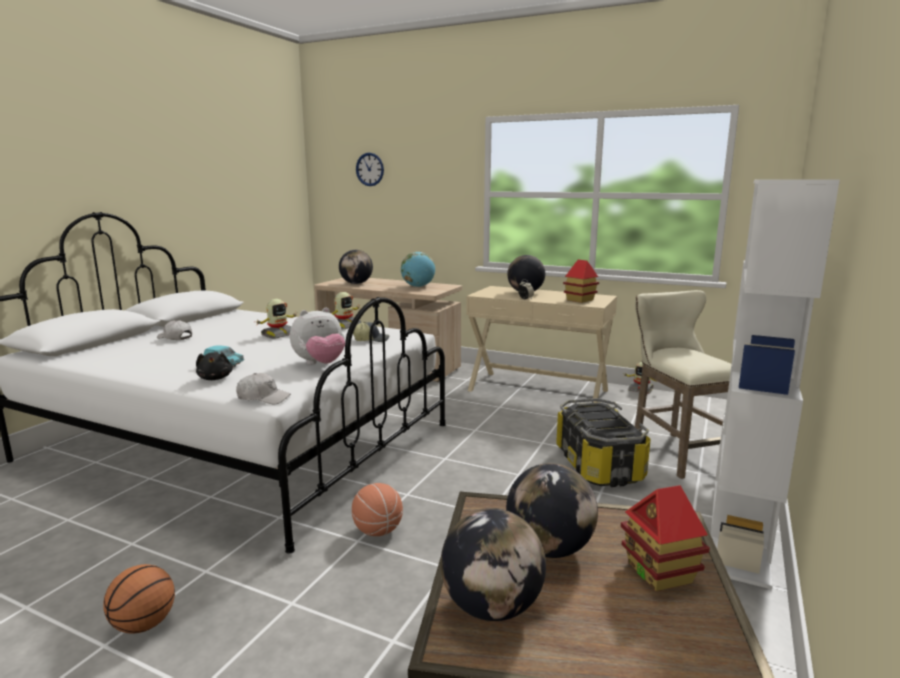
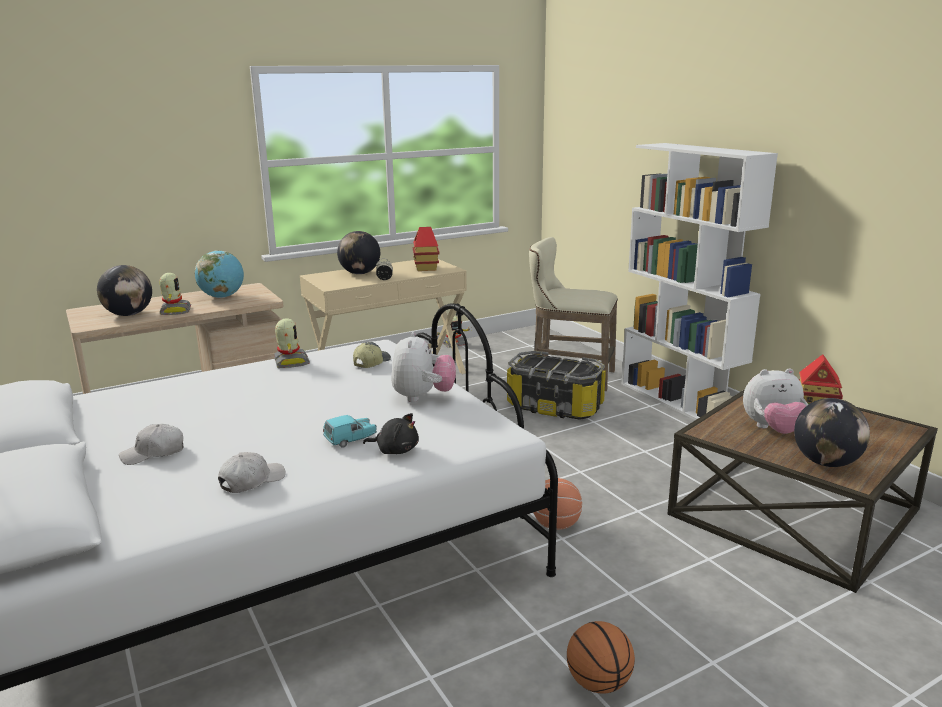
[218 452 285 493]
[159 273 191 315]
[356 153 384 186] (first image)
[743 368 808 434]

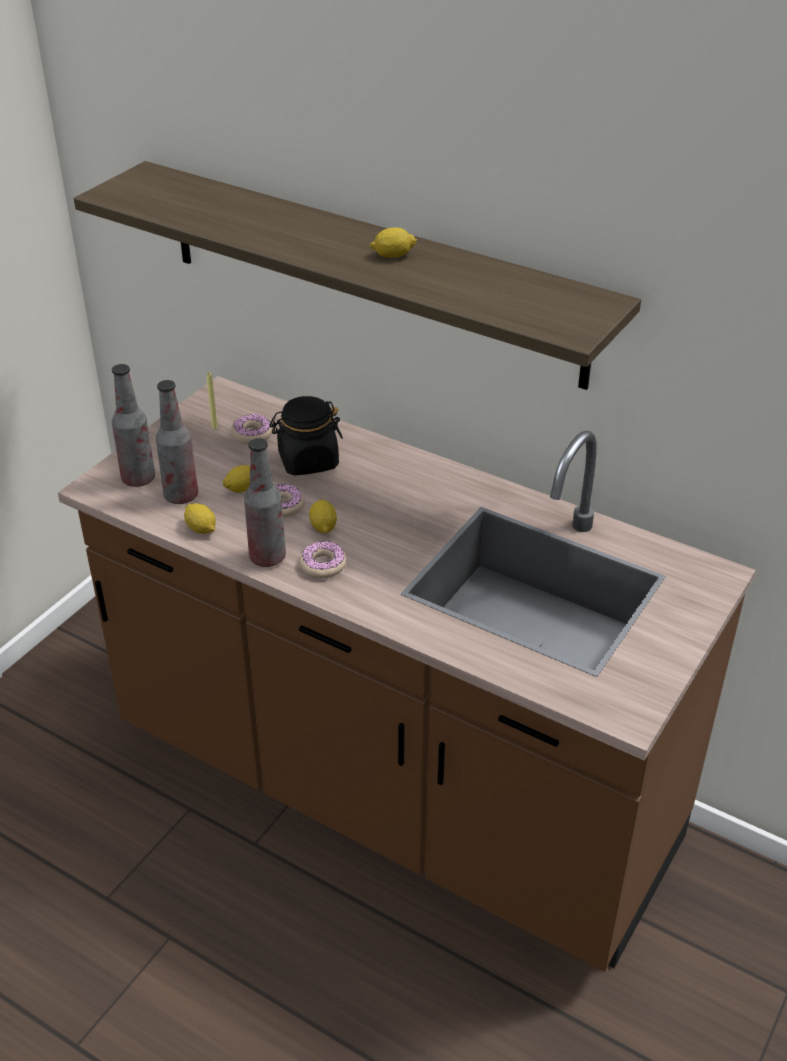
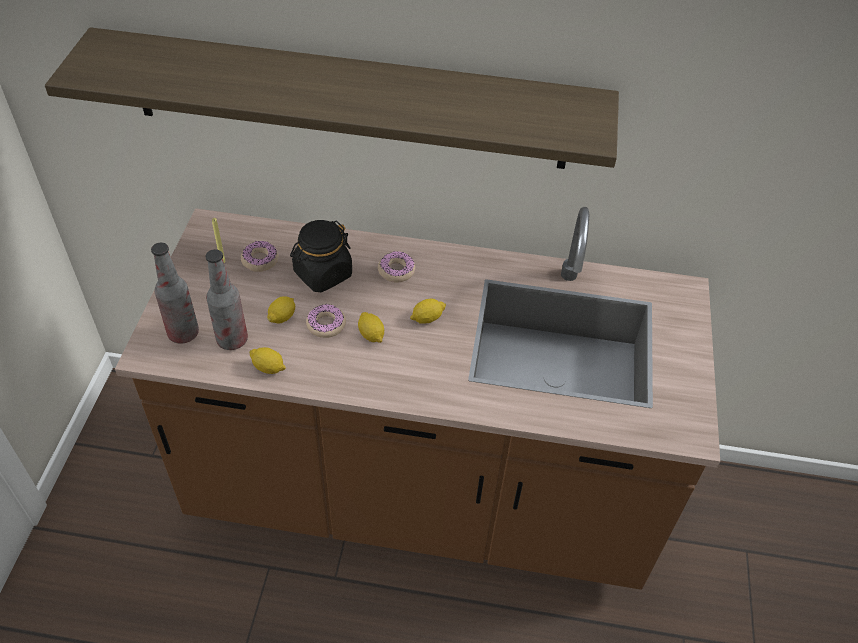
[244 438 286 567] (first image)
[378 251 415 283]
[410 298 446 324]

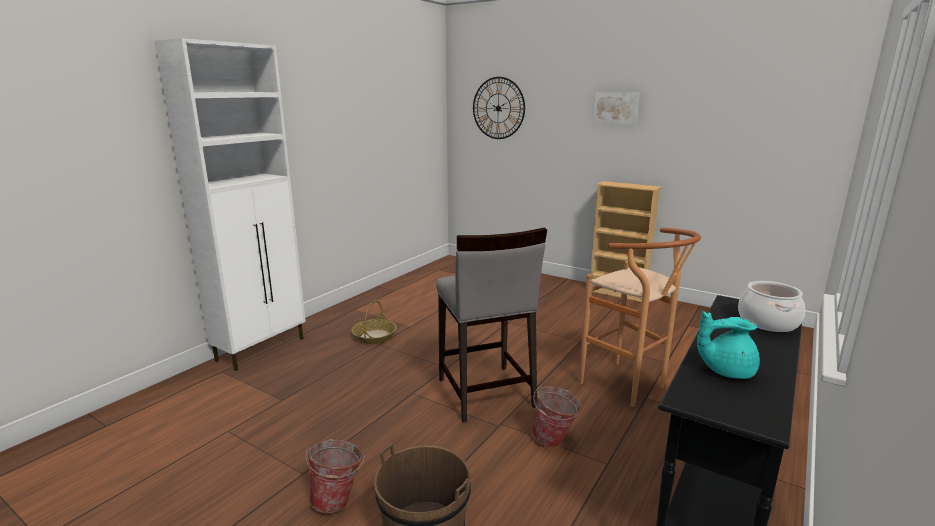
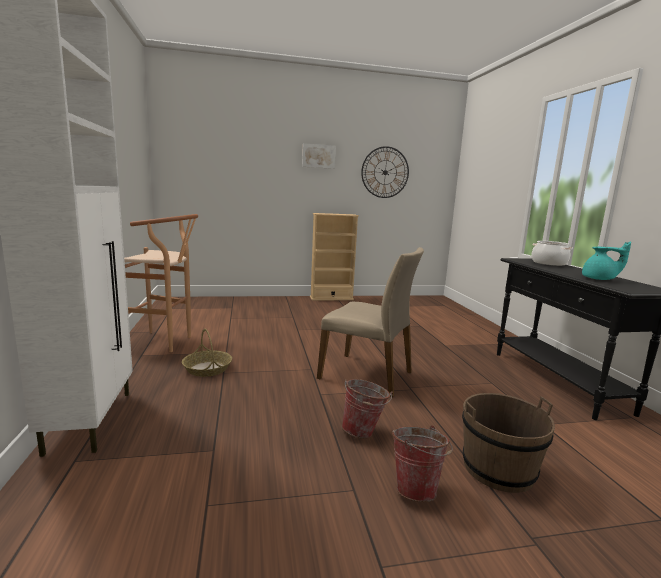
[317 247 424 397]
[361 146 409 198]
[341 379 392 439]
[124 214 198 352]
[582 242 631 280]

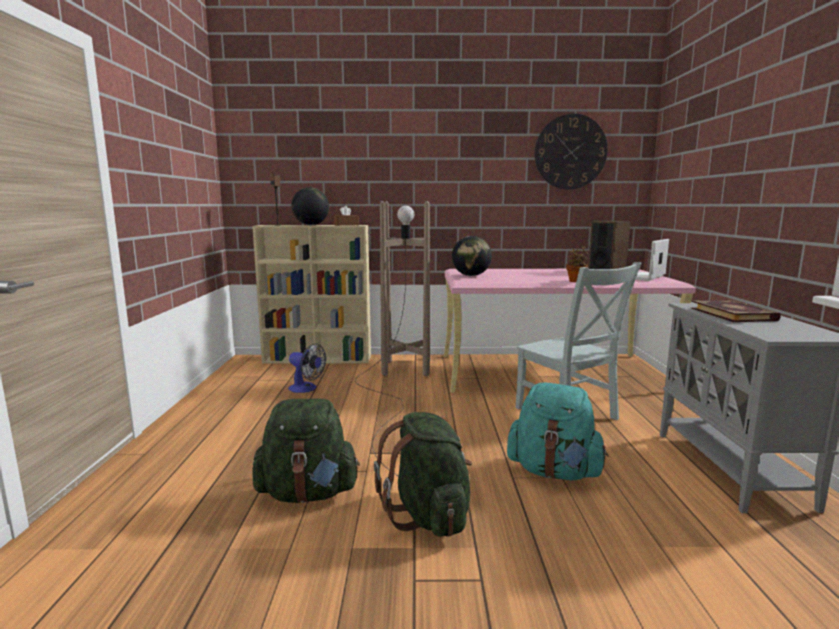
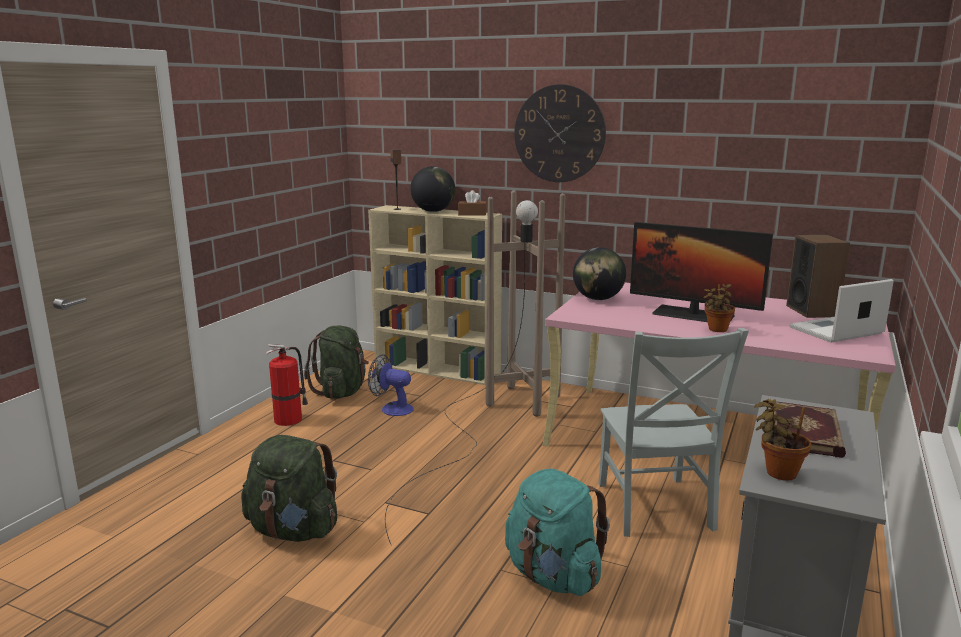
[368 354 414 416]
[304 326 369 399]
[514 84 606 182]
[266 344 308 426]
[630 222 773 322]
[754 399 811 481]

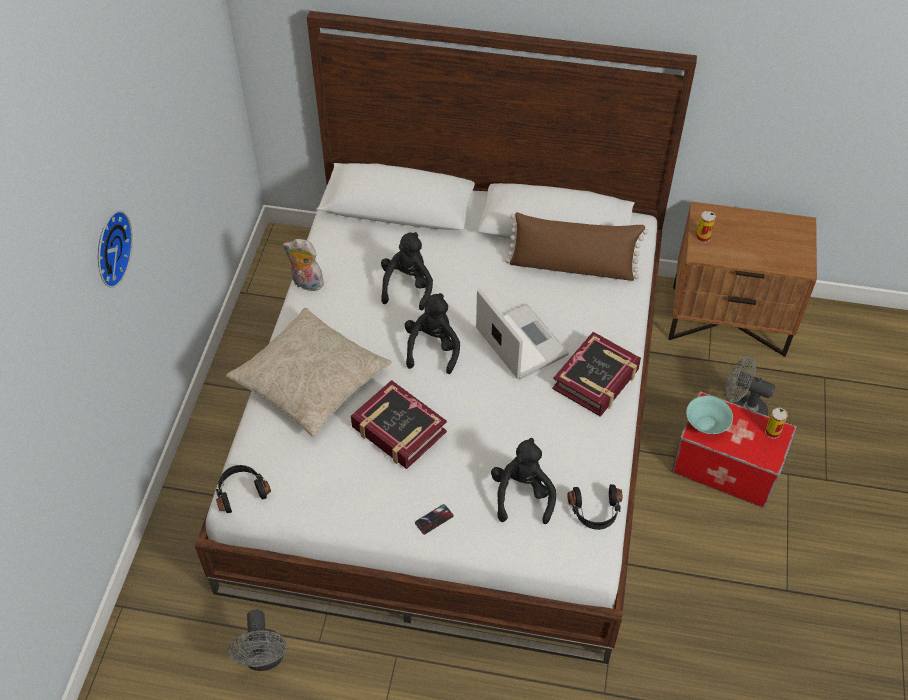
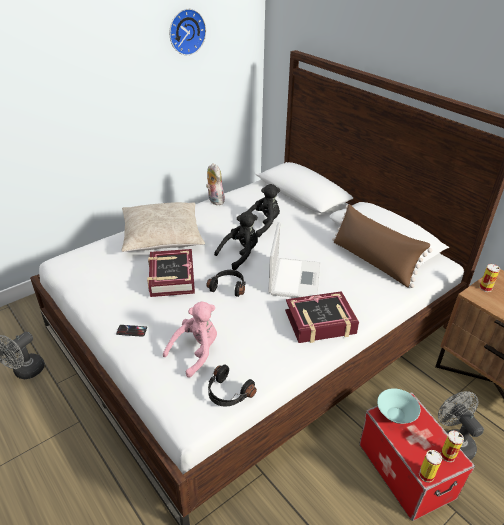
[170 9 206 55]
[207 270 245 297]
[163 301 217 378]
[419 450 442 482]

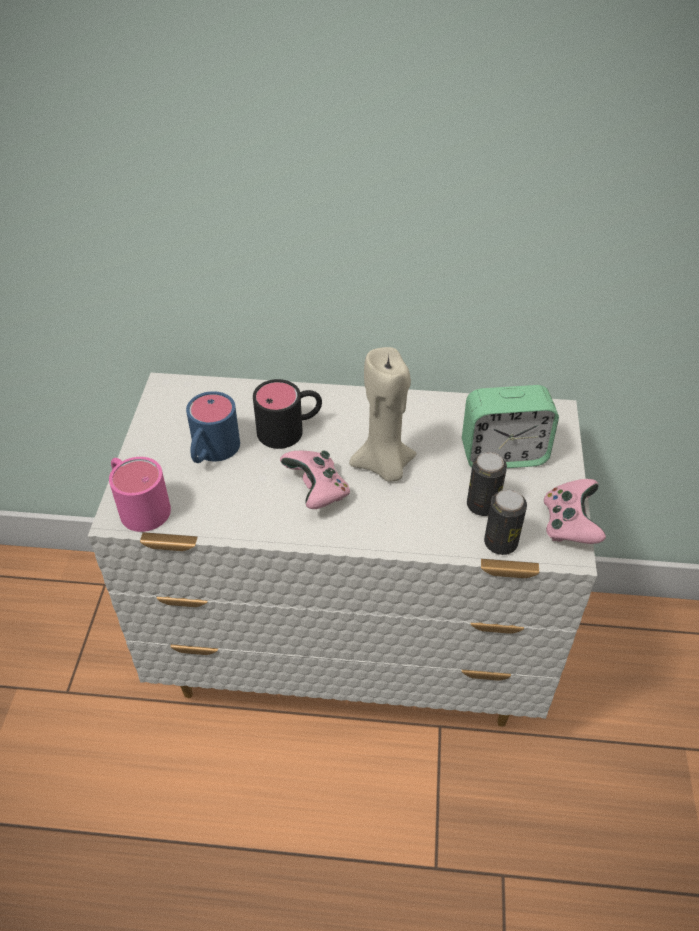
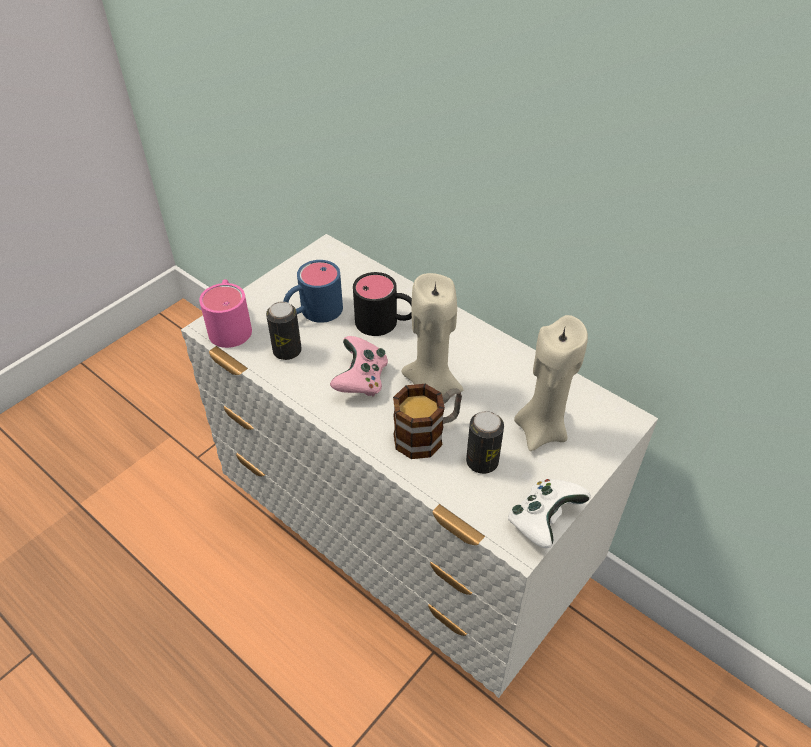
[514 315 588 451]
[266 302 302 360]
[508 479 591 548]
[393 384 462 459]

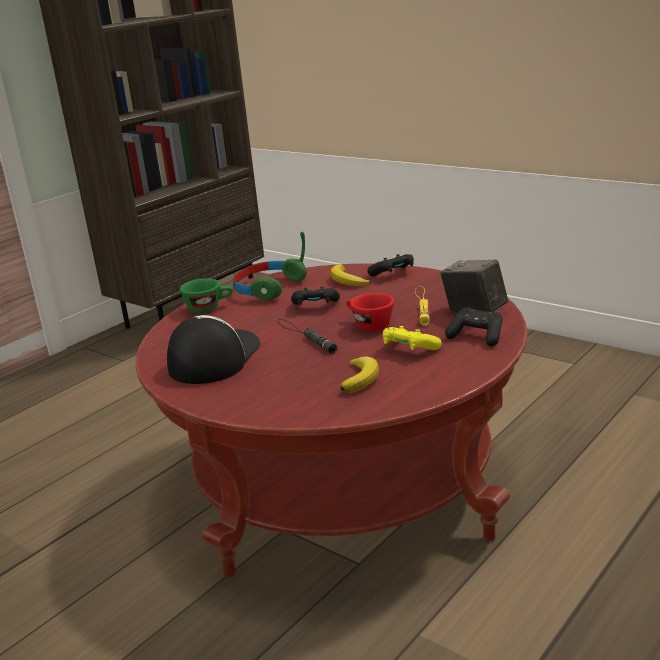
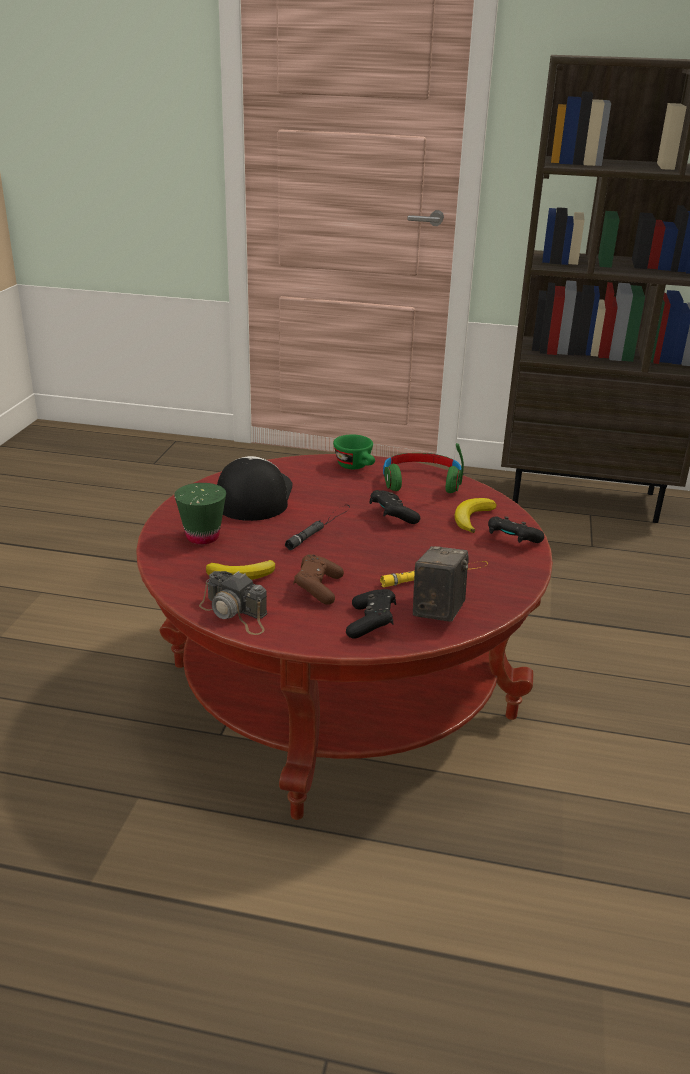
[217 456 292 521]
[346 293 394 331] (first image)
[293 554 344 605]
[174 483 226 545]
[199 571 267 635]

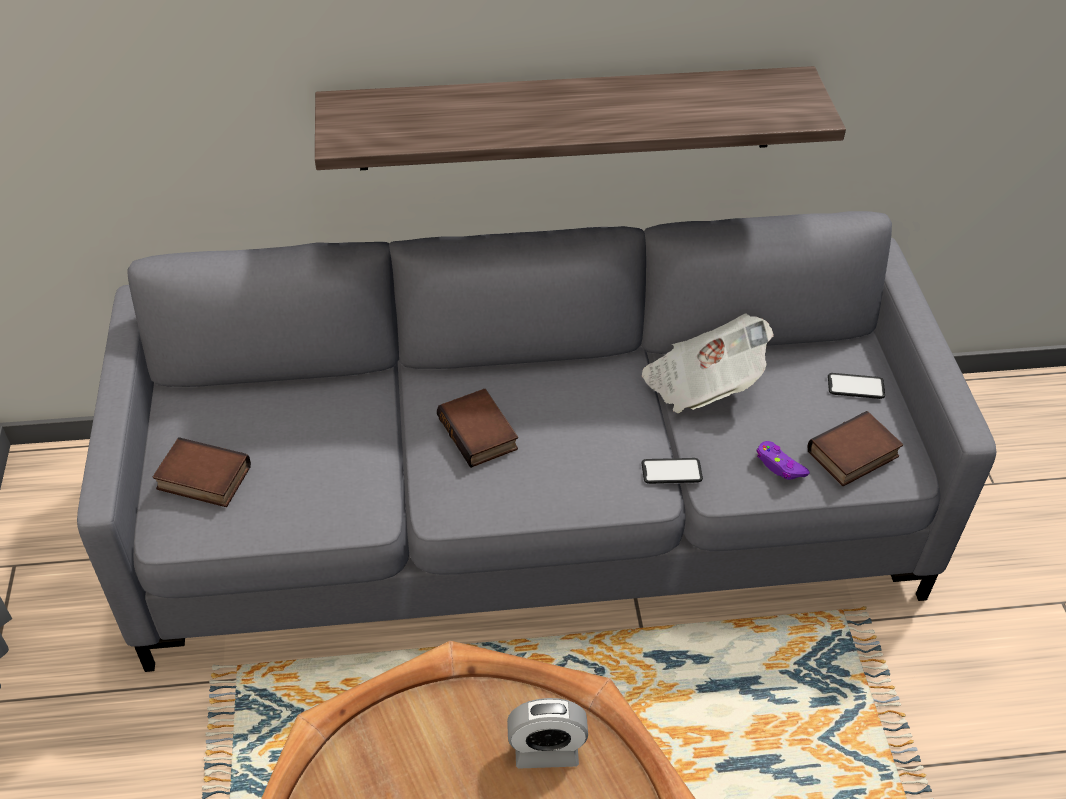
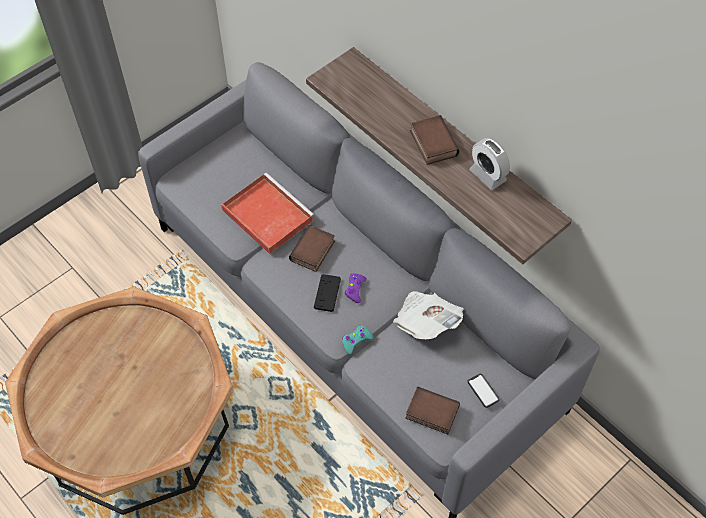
[410 115 459 165]
[470 138 510 190]
[342 325 373 354]
[345 274 367 303]
[221 173 315 254]
[314 274 341 312]

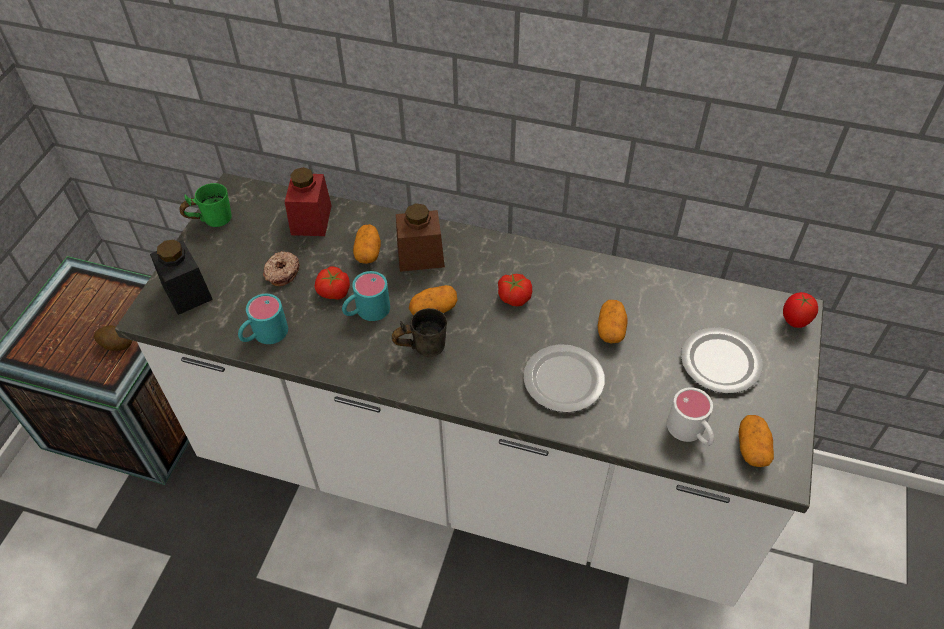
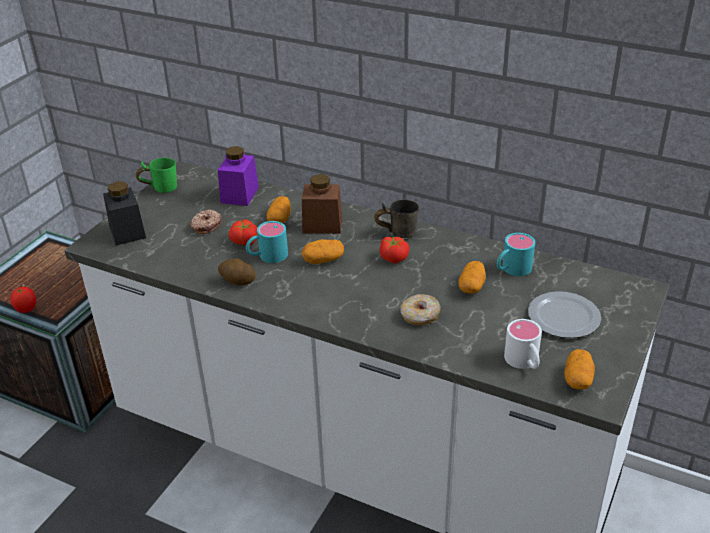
[218 258 255 285]
[497 233 535 276]
[218 146 259 206]
[374 200 419 238]
[400 294 441 325]
[10 287 36 313]

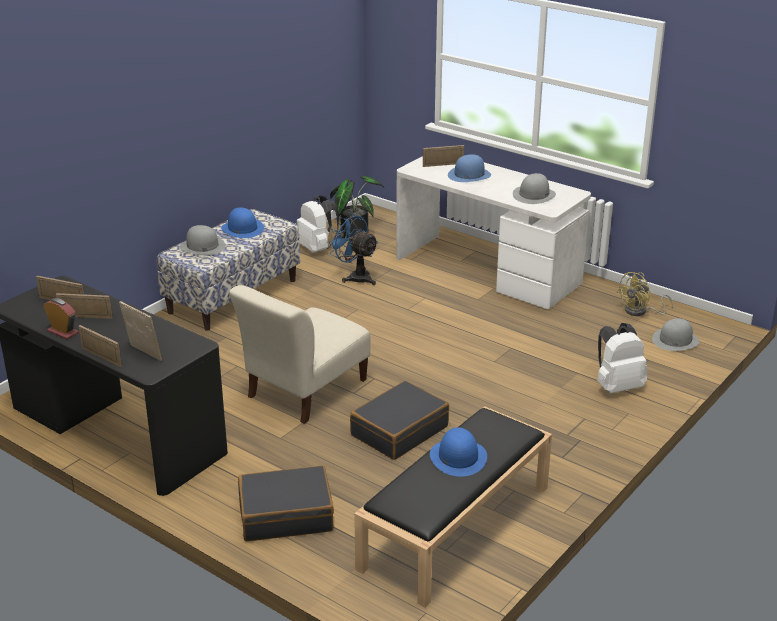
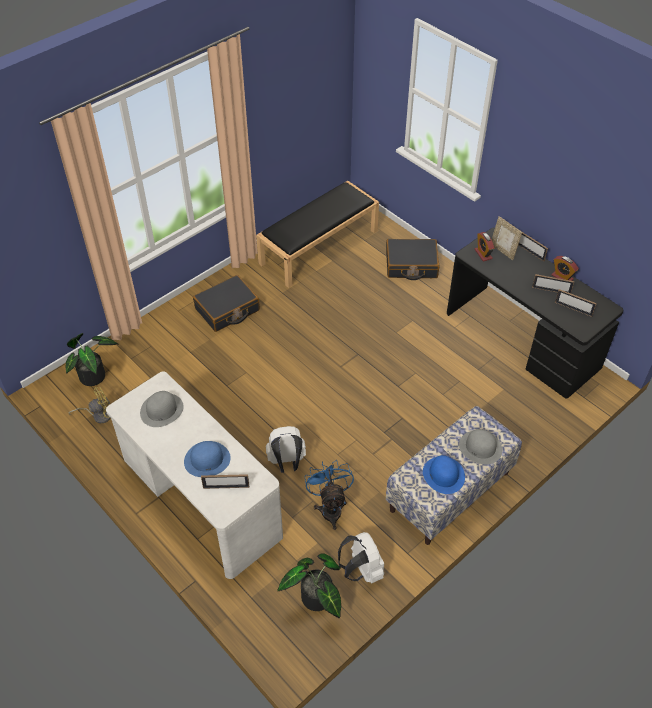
[229 285 371 424] (first image)
[305 461 354 530]
[193 275 260 332]
[430 427 487 476] (first image)
[266 426 306 473]
[65 333 119 386]
[475 232 494 262]

